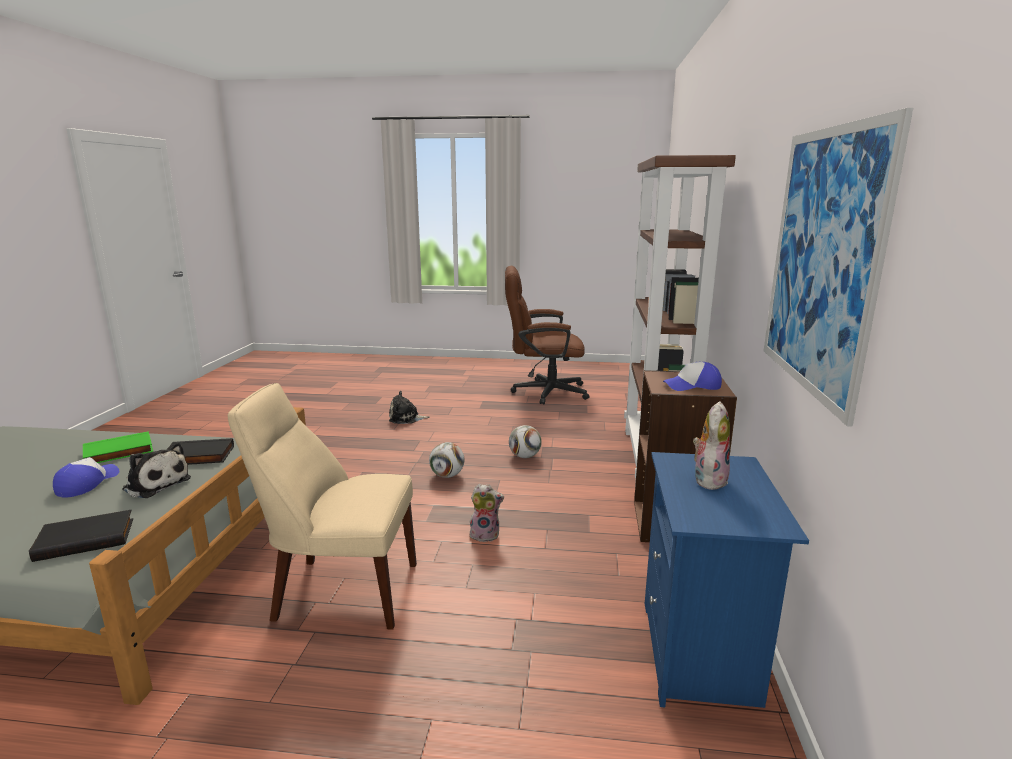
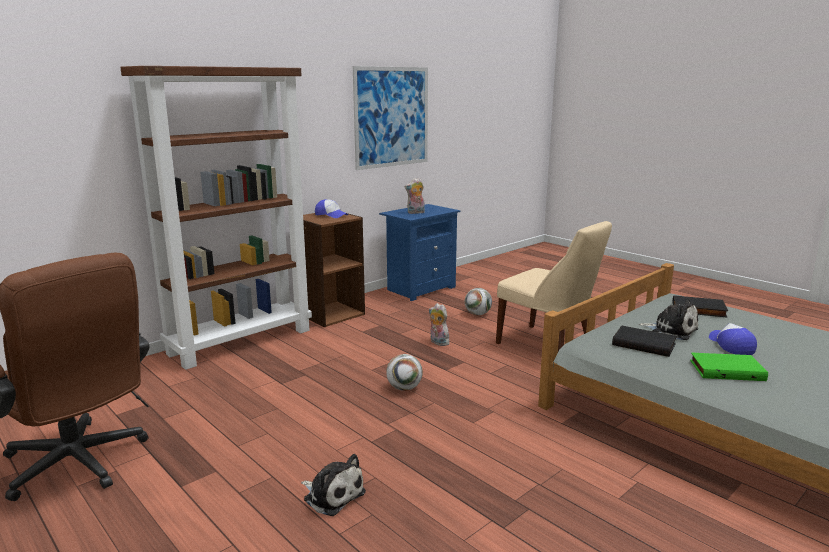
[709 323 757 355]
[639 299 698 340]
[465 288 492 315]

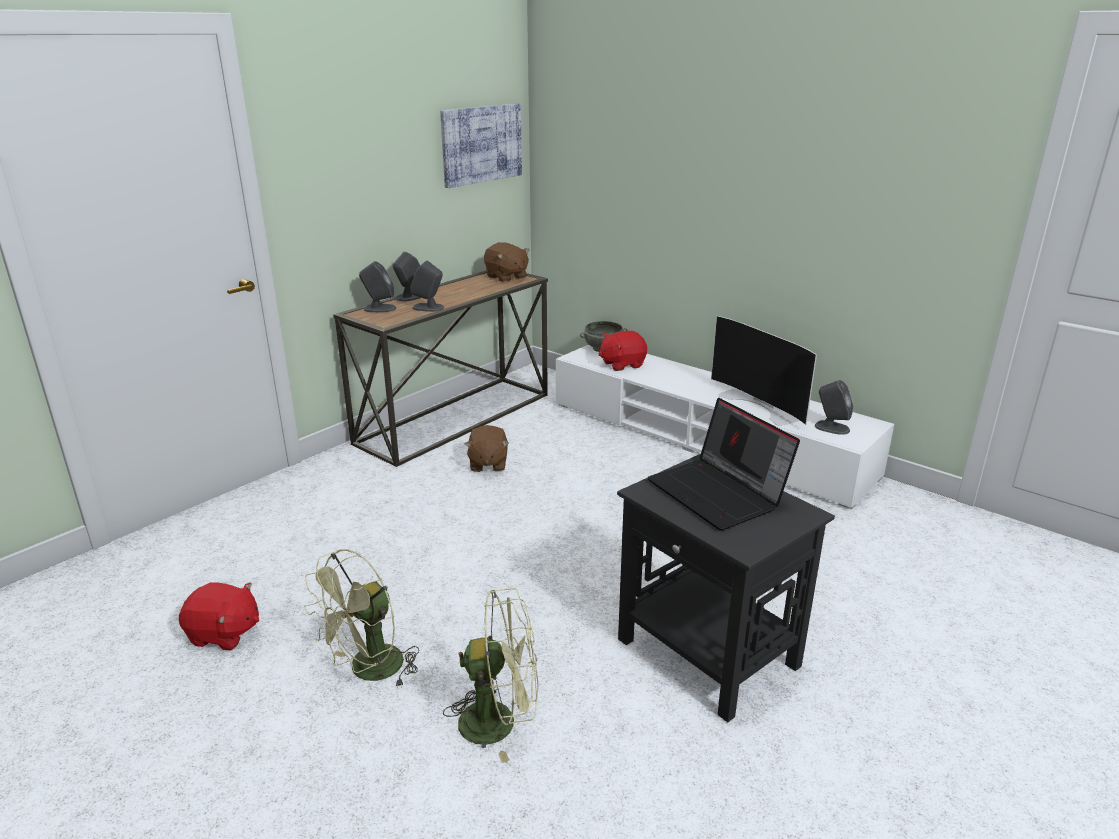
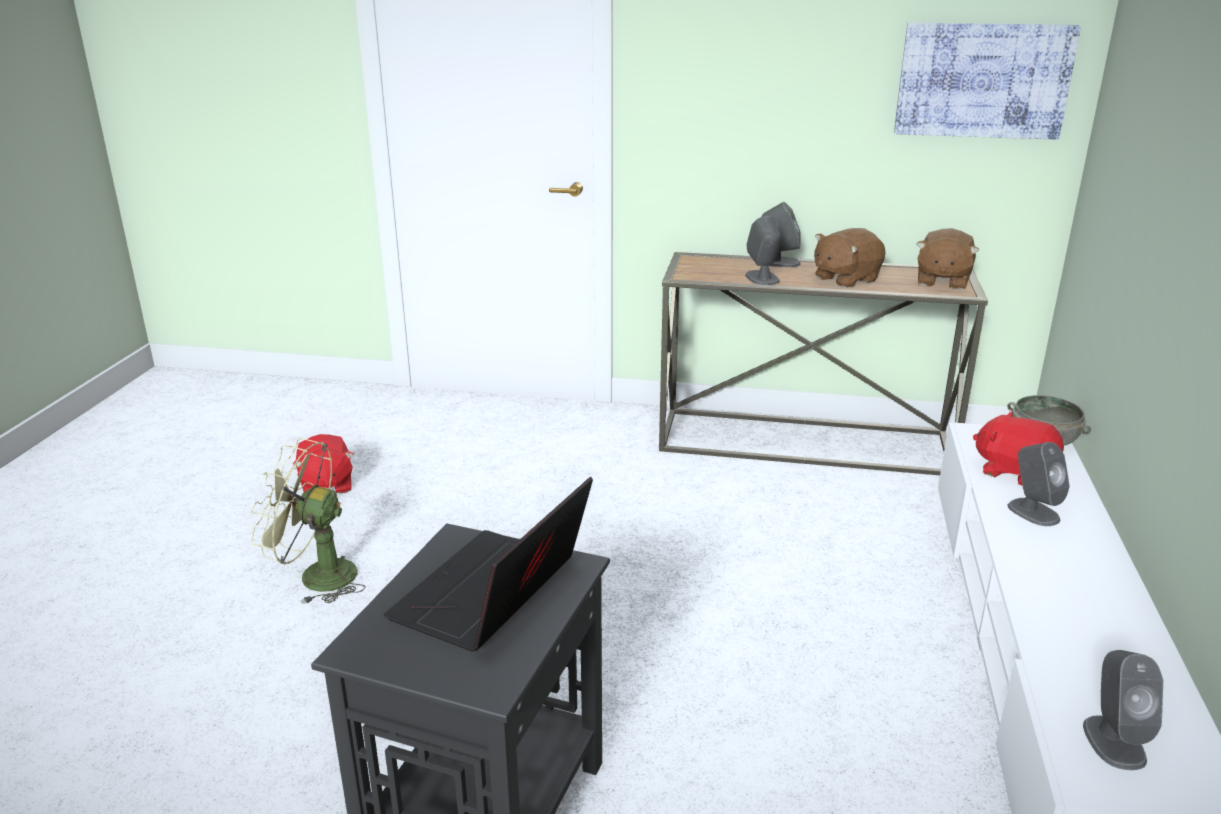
[1007 442 1070 526]
[443 588 538 763] (first image)
[814 228 886 288]
[711 316 817 425] (first image)

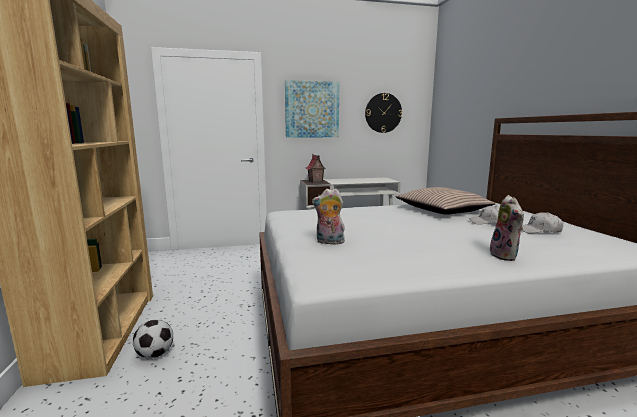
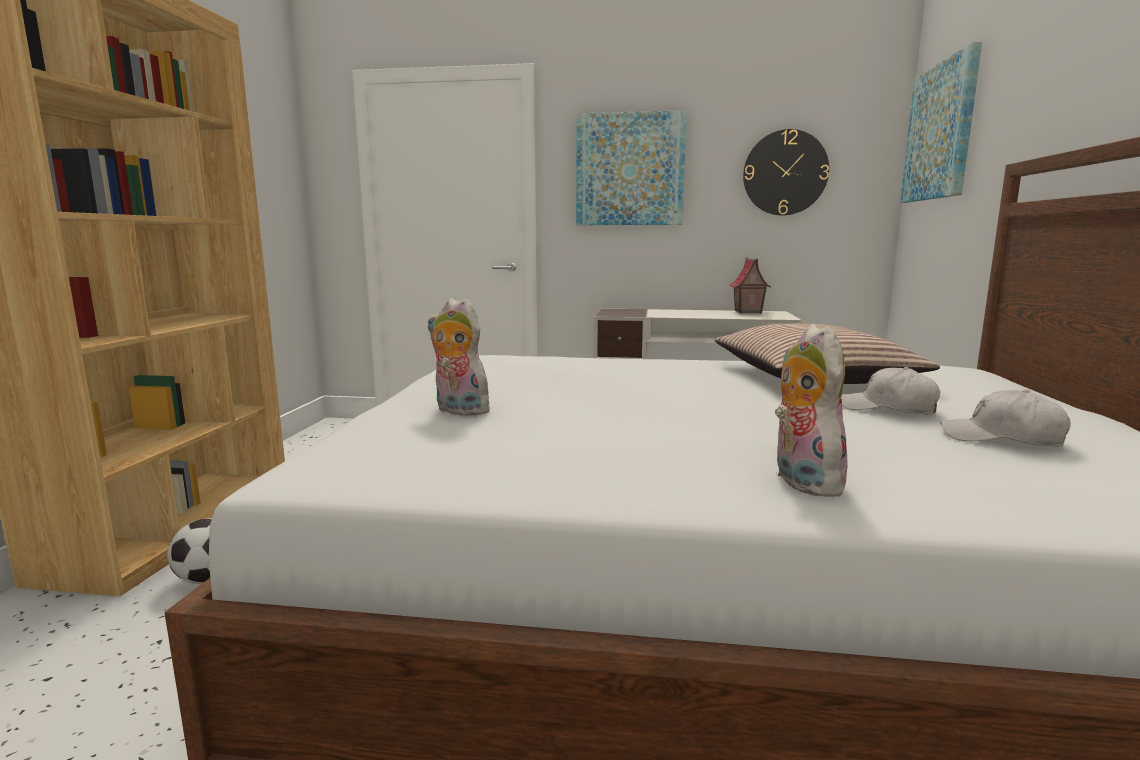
[729 257 771 313]
[775 324 850 497]
[900 42 982 203]

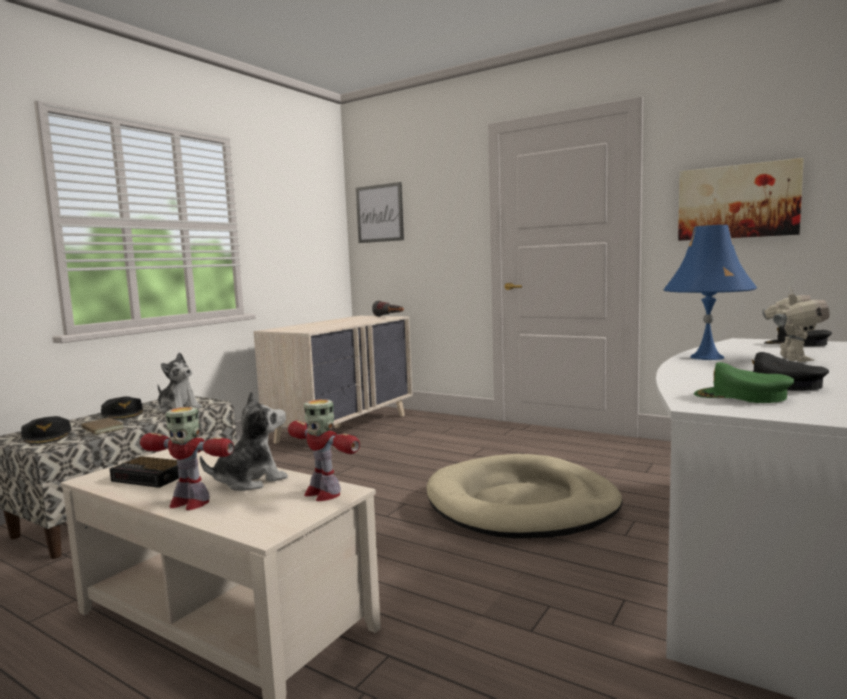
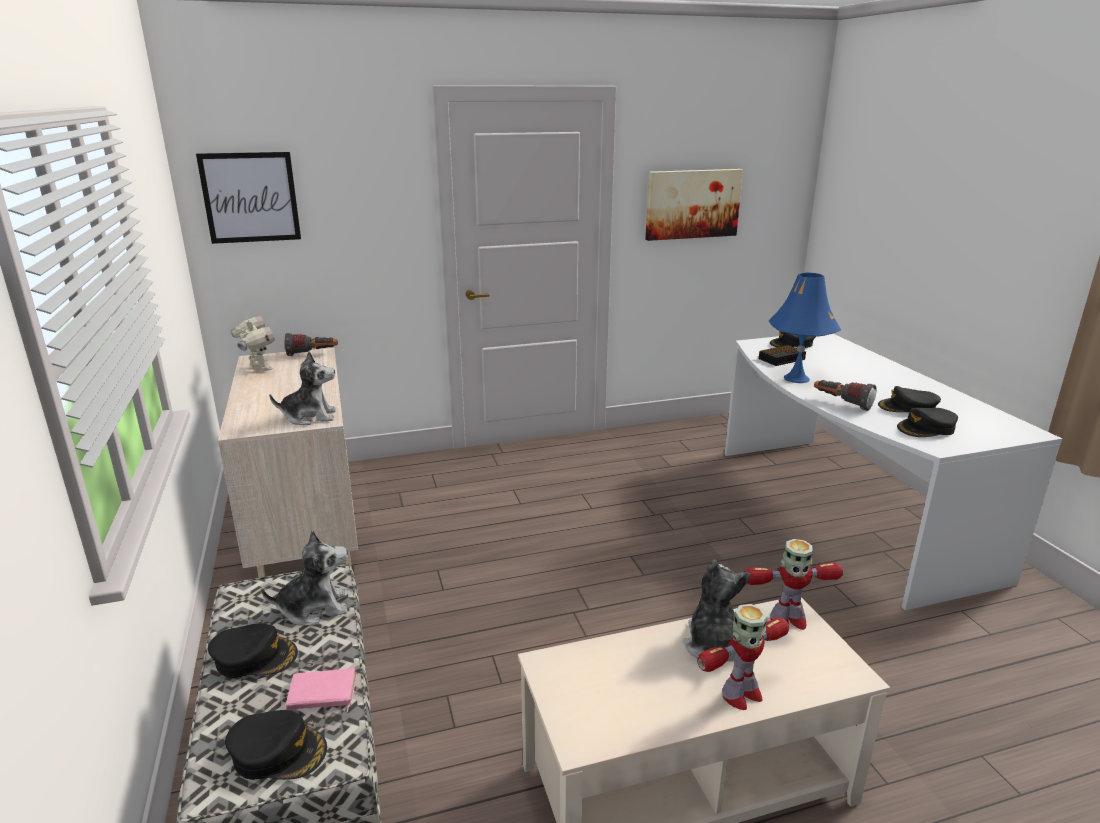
[286 668 357 712]
[759 345 806 366]
[426 454 622 539] (first image)
[897 408 958 437]
[231 316 275 372]
[269 351 336 425]
[814 380 877 411]

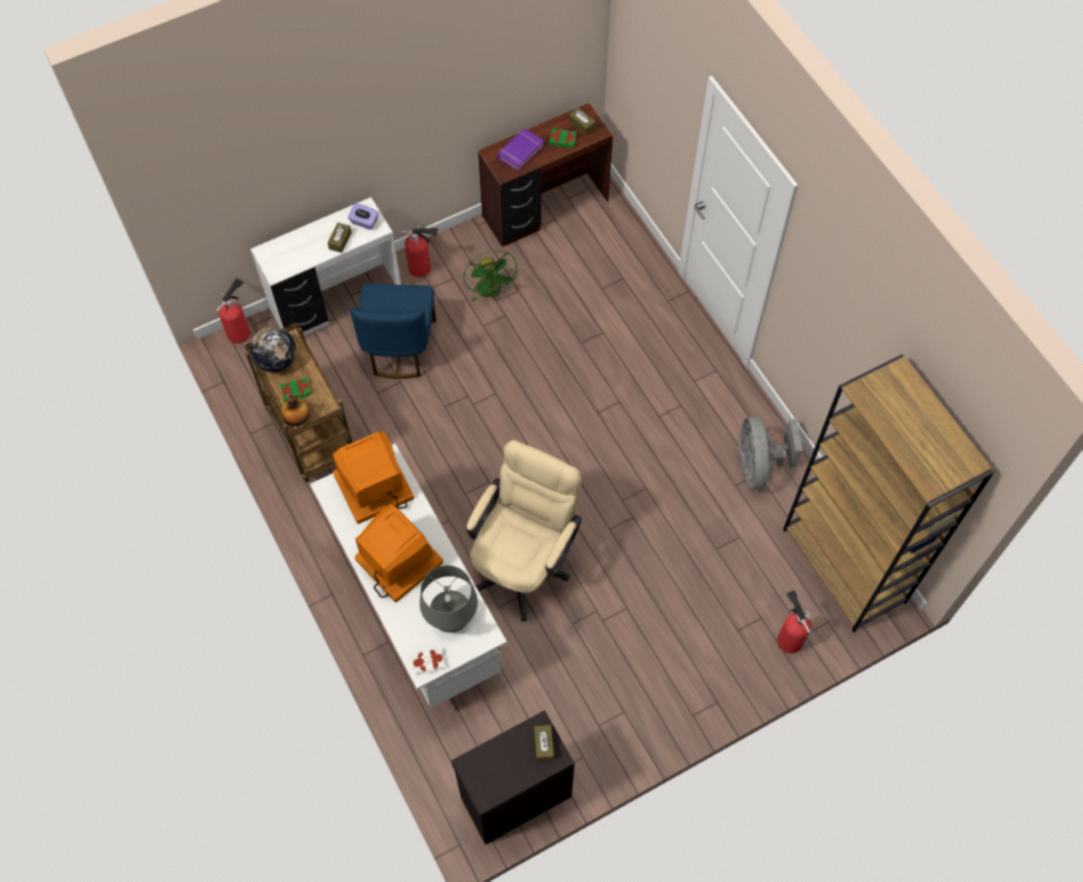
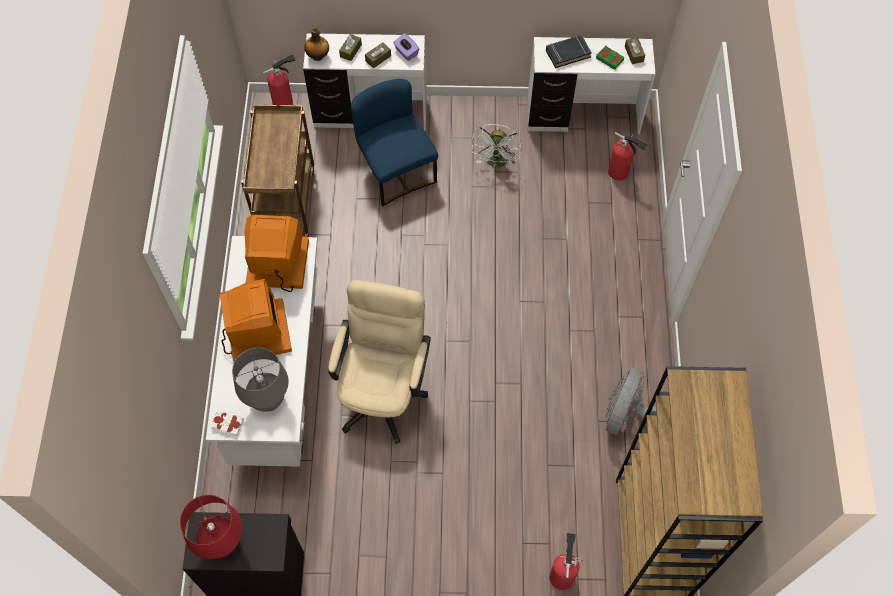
[250 327 296 372] (first image)
[280 377 311 402] (first image)
[304 28 329 61]
[351 79 438 206]
[608 132 648 180]
[471 124 523 168]
[328 280 431 444]
[527 37 656 135]
[546 35 592 68]
[339 34 362 61]
[180 495 242 559]

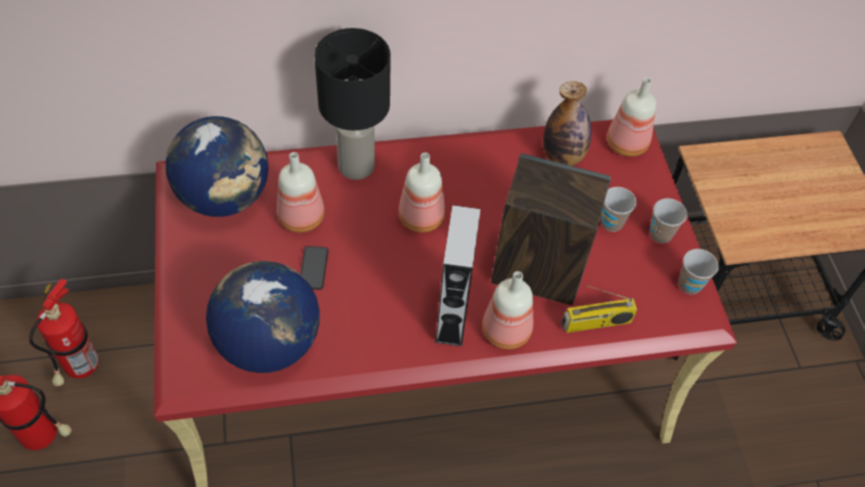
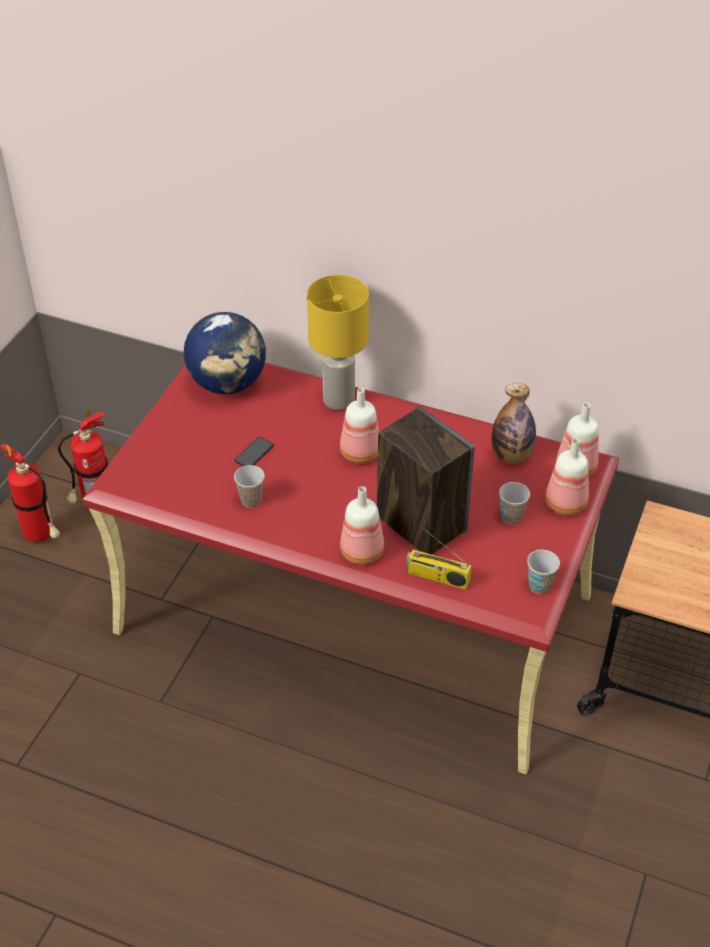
[206 261 320 373] (first image)
[545 438 589 515]
[307 275 369 410]
[435 205 481 346] (first image)
[234 465 265 508]

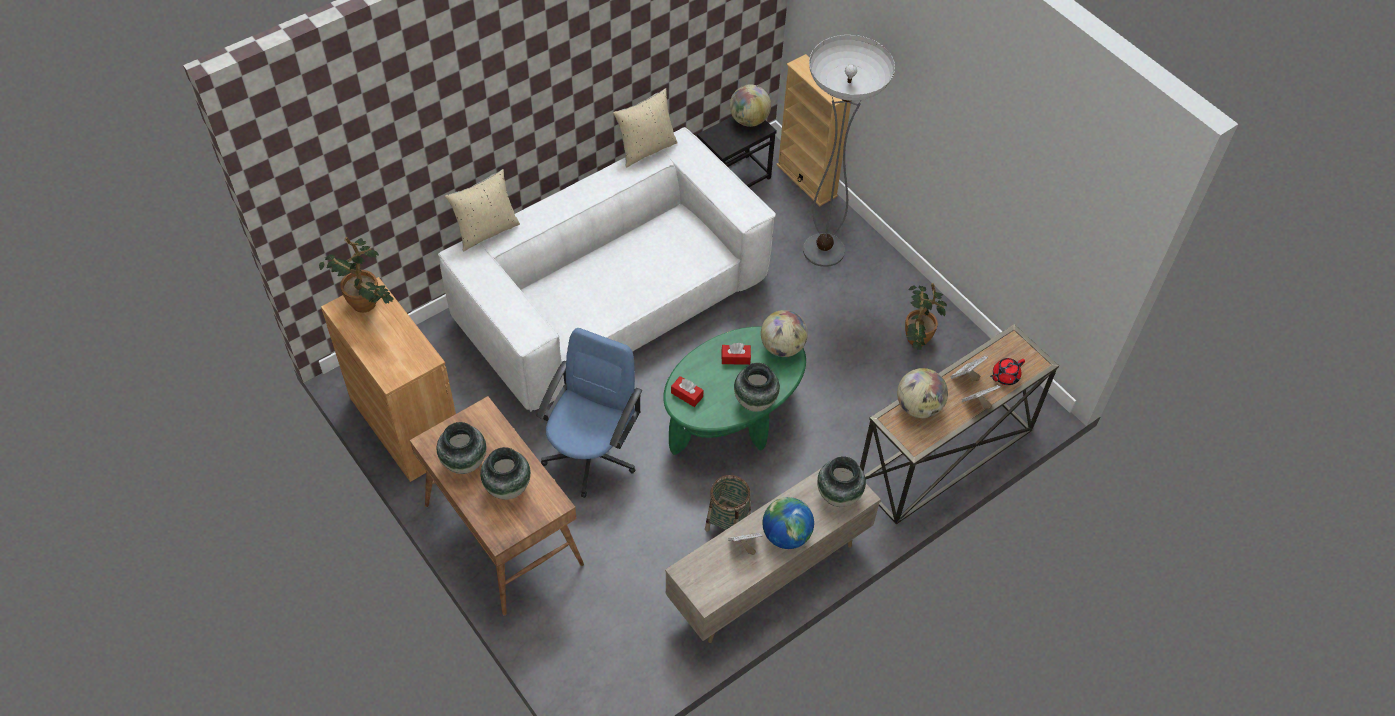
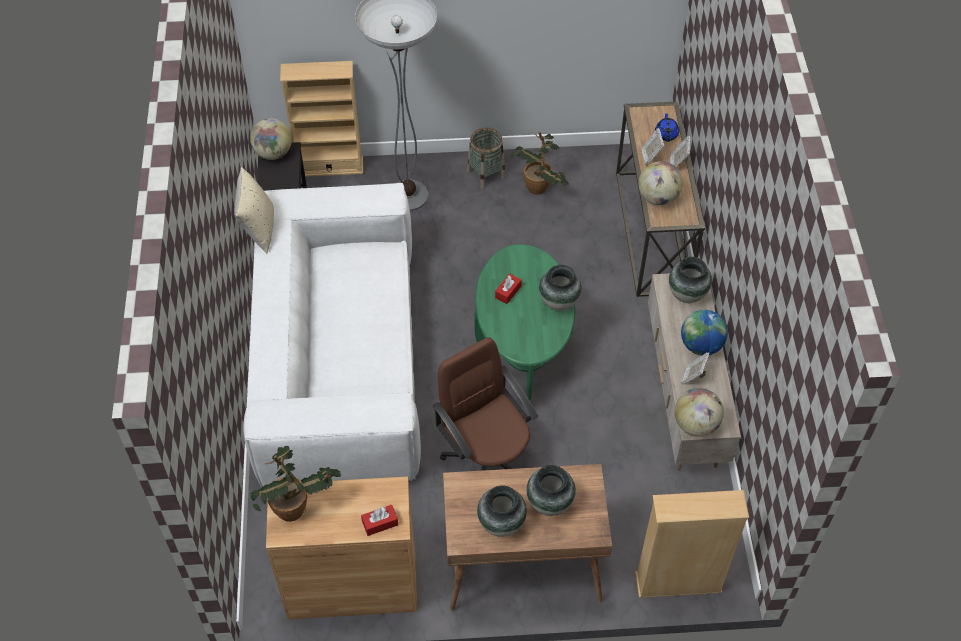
[445 169 520 251] (first image)
[433 337 538 471]
[361 505 398 536]
[467 128 506 189]
[675 388 724 437]
[655 113 679 142]
[635 490 749 598]

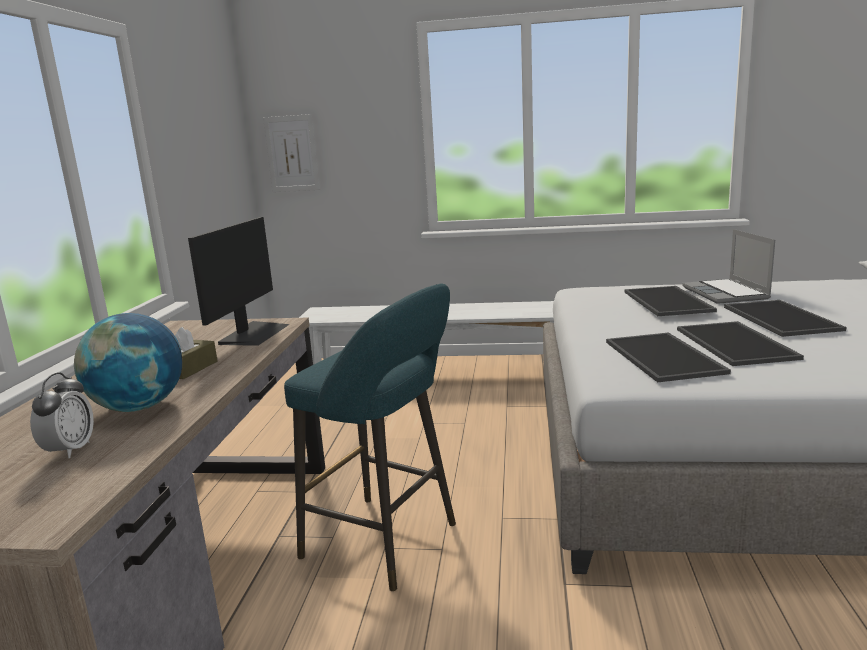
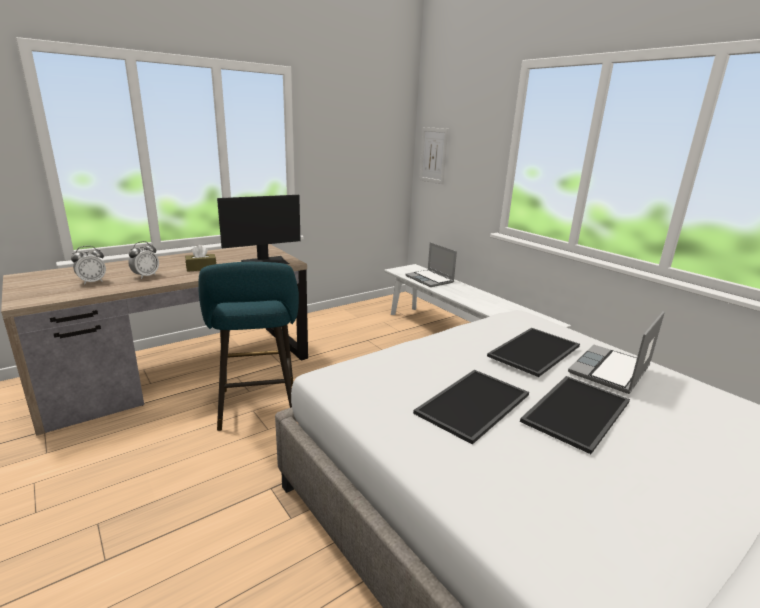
[128 241 159 279]
[606 332 731 382] (first image)
[406 242 457 287]

